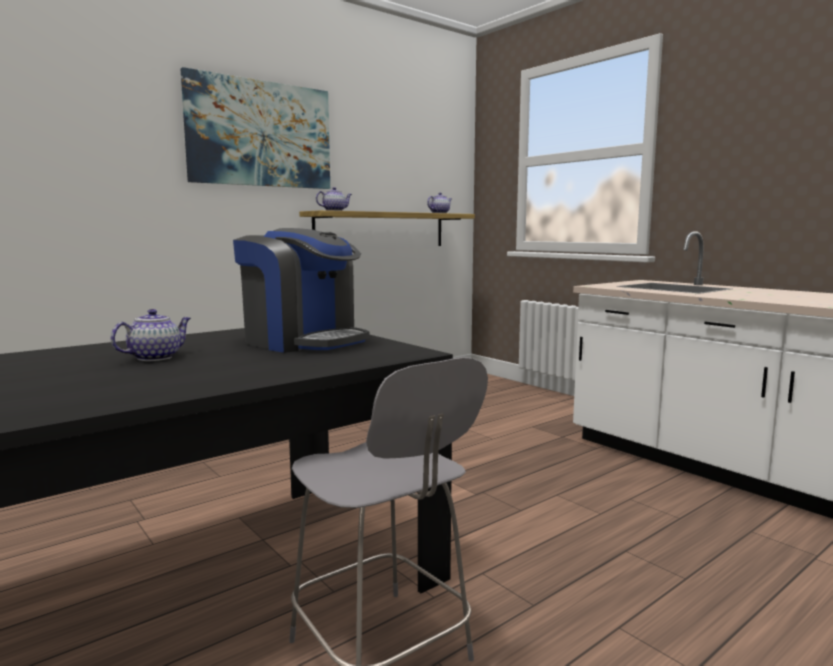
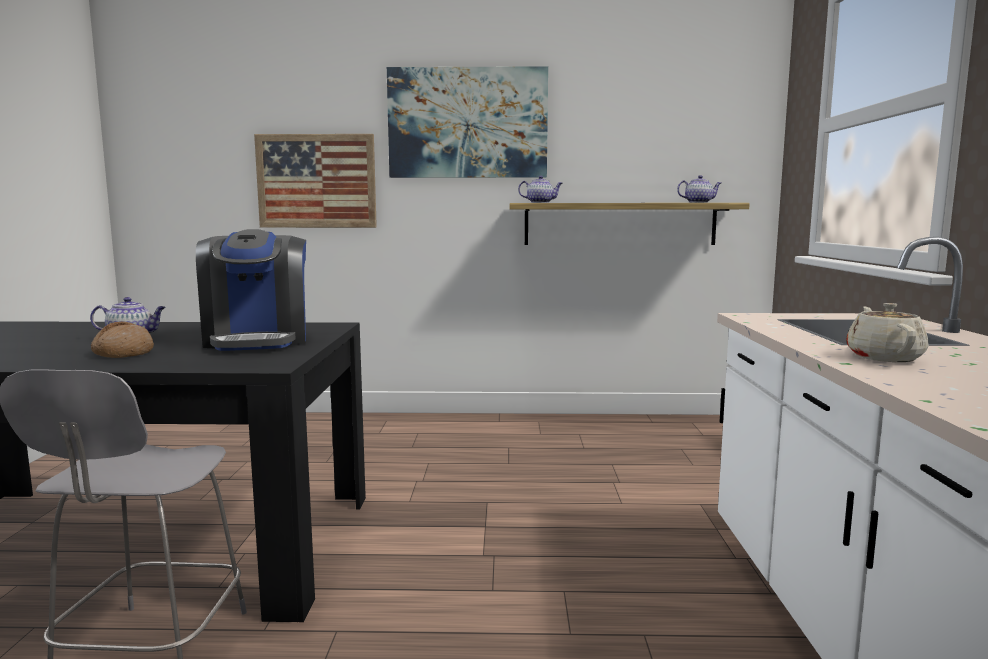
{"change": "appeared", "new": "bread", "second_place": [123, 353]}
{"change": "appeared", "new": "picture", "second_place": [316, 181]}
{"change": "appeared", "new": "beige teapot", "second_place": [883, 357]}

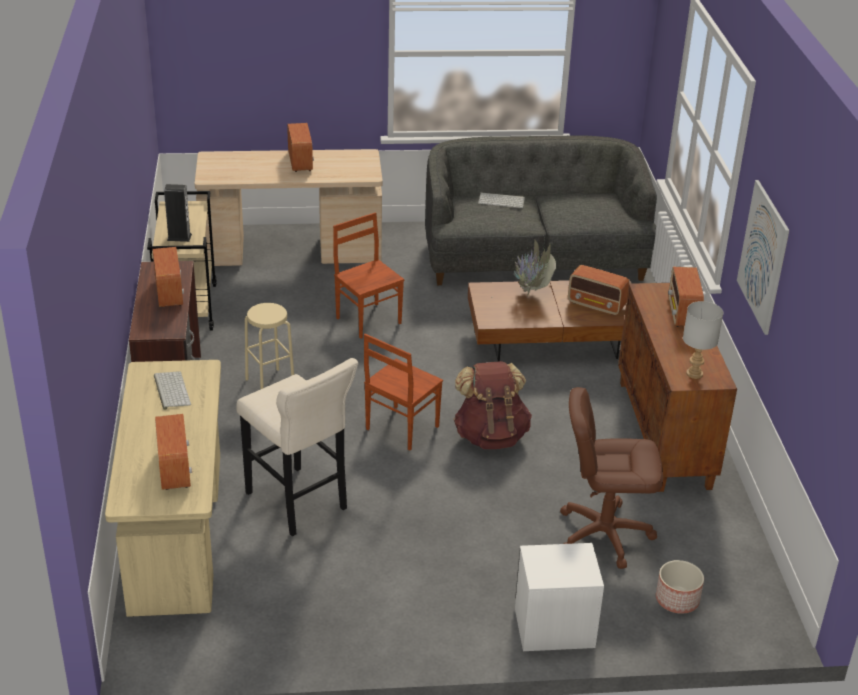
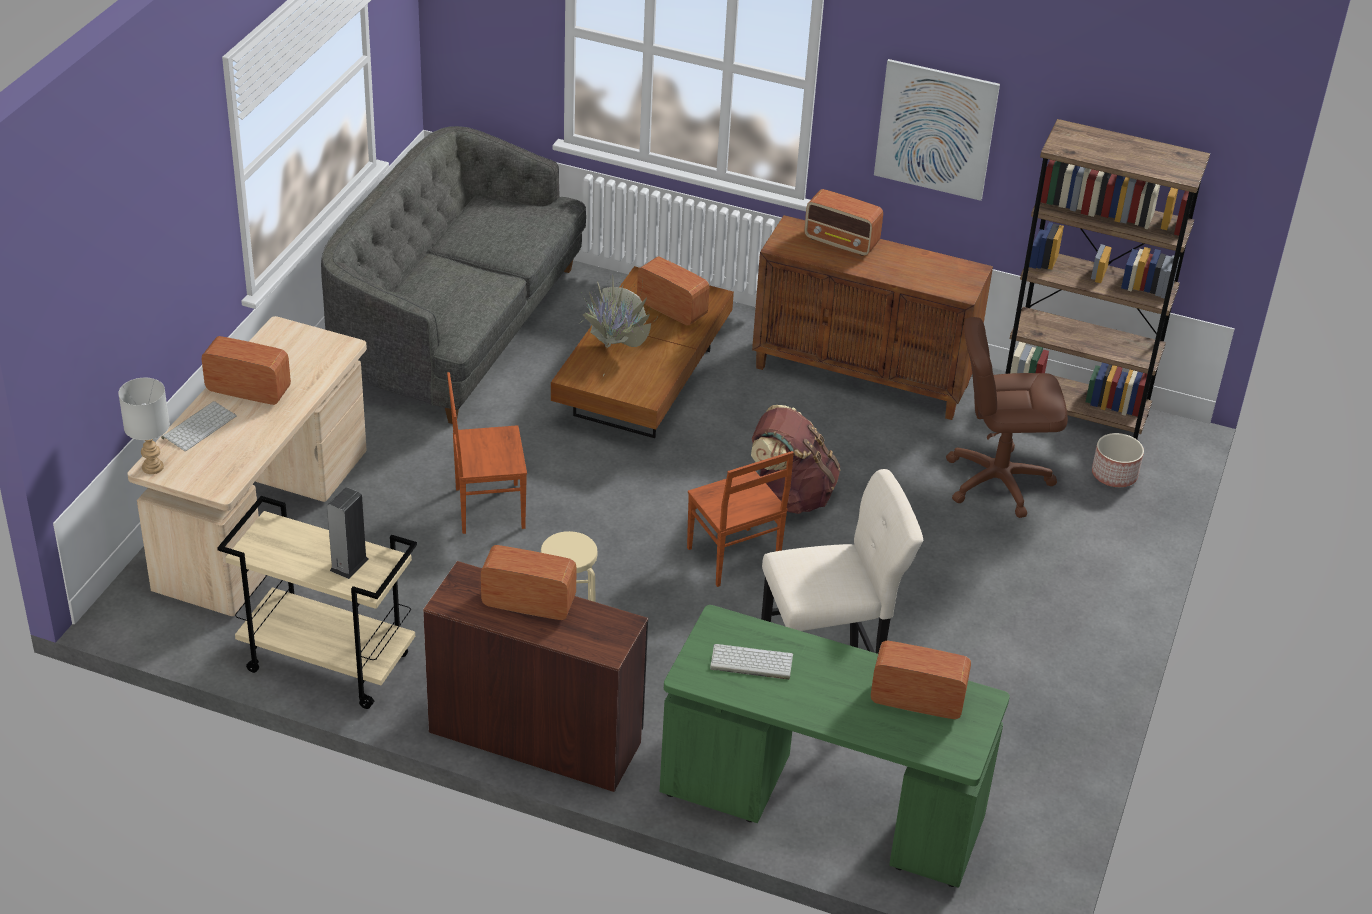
{"change": "relocated", "old": "grey table lamp", "first_place": [695, 374], "second_place": [153, 467]}
{"change": "relocated", "old": "keyboard", "first_place": [502, 200], "second_place": [199, 426]}
{"change": "spun", "old": "radio", "first_place": [597, 305], "second_place": [671, 309], "degrees": -105}
{"change": "colour", "old": "beige desk", "new": "green desk", "first_place": [176, 532], "second_place": [821, 807]}
{"change": "spun", "old": "brown office chair", "first_place": [604, 534], "second_place": [997, 481], "degrees": 60}
{"change": "appeared", "new": "brown bookcase", "second_place": [1072, 414]}
{"change": "missing", "old": "white nightstand", "first_place": [554, 627]}

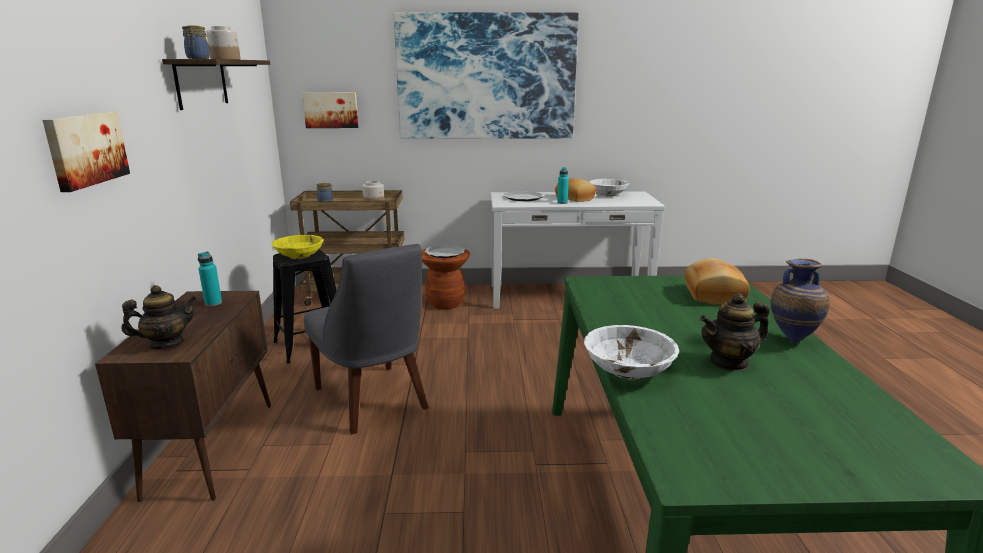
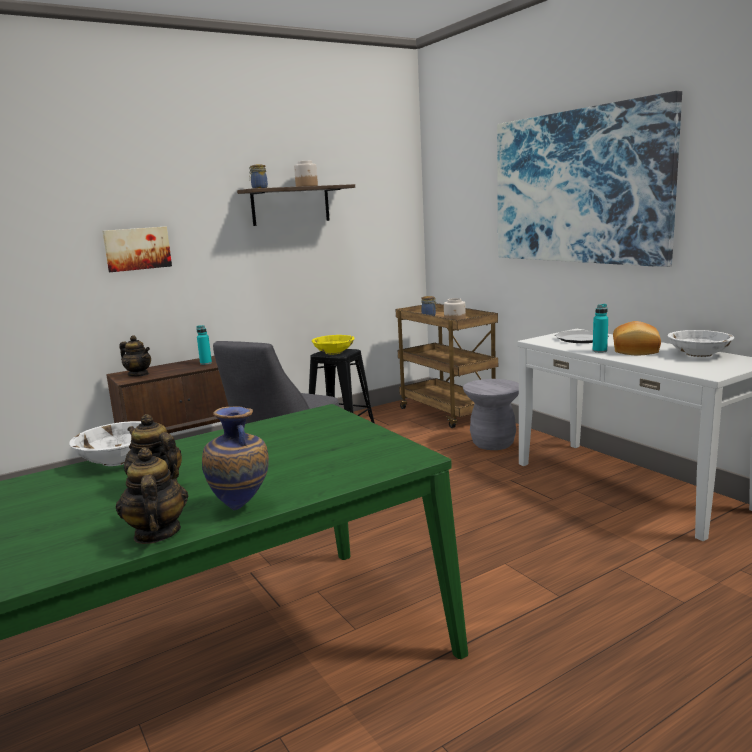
{"change": "appeared", "new": "teapot", "second_place": [156, 533]}
{"change": "colour", "old": "brown stool", "new": "grey stool", "first_place": [445, 303], "second_place": [492, 443]}
{"change": "missing", "old": "picture", "first_place": [331, 110]}
{"change": "missing", "old": "plate", "first_place": [444, 253]}
{"change": "missing", "old": "bread", "first_place": [712, 295]}

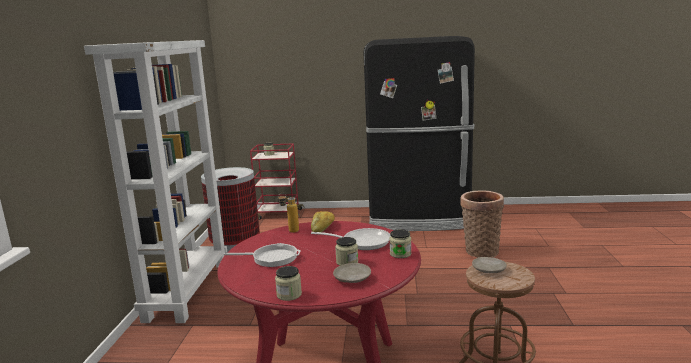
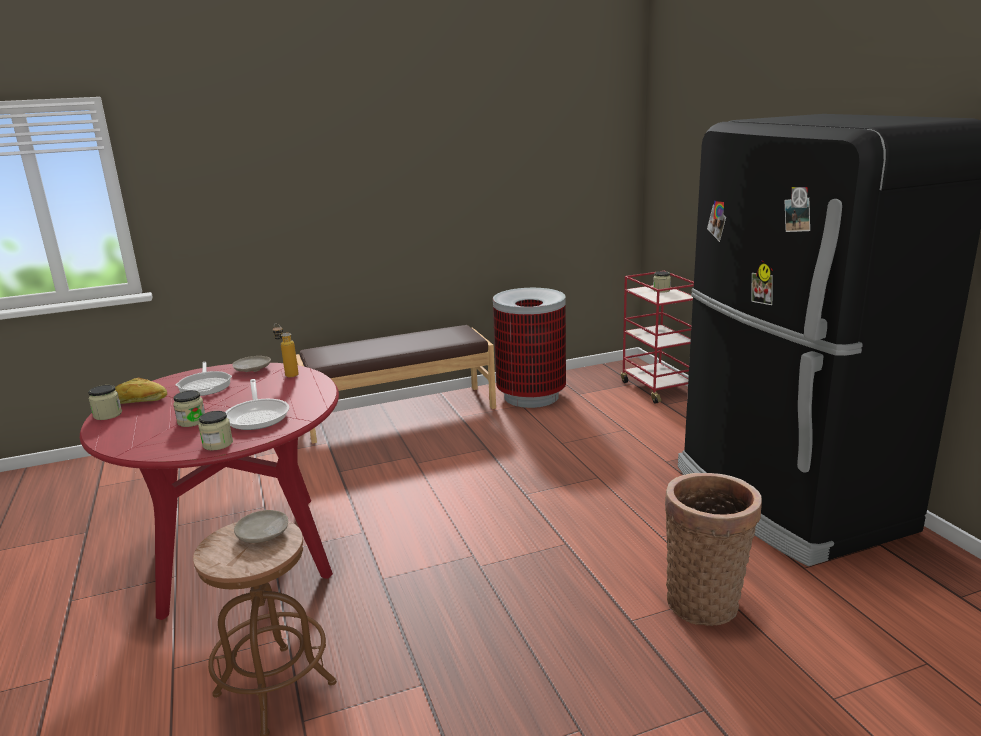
{"change": "relocated", "old": "bread", "first_place": [323, 228], "second_place": [139, 401]}
{"change": "relocated", "old": "beige plate", "first_place": [352, 279], "second_place": [252, 369]}
{"change": "exchanged", "old": "white bookcase", "new": "brown bench", "first_place": [187, 289], "second_place": [399, 413]}

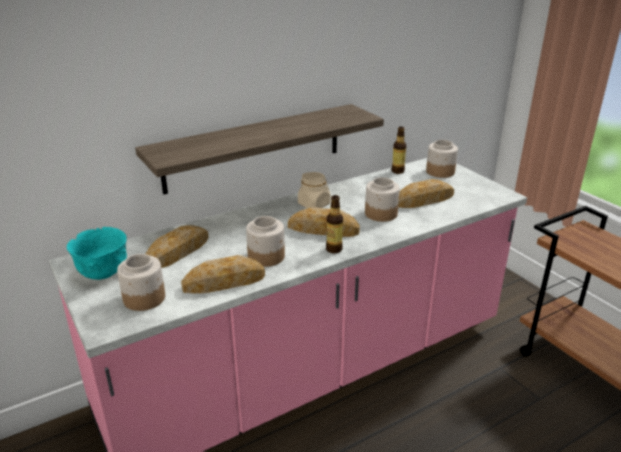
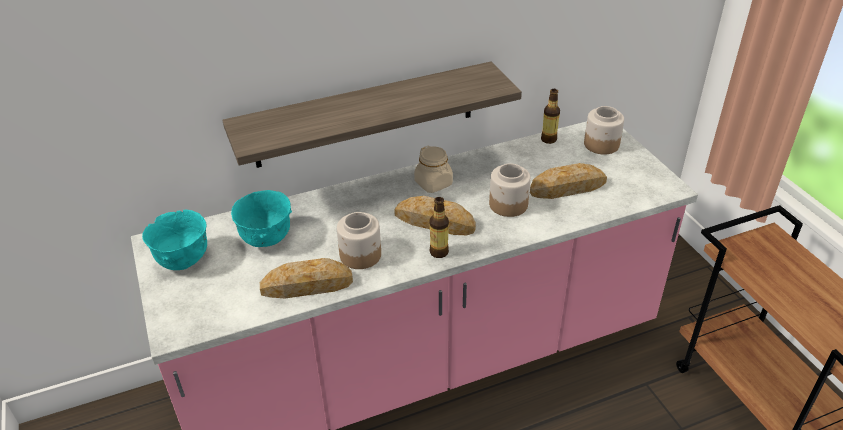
{"change": "exchanged", "old": "bread", "new": "turquoise bowl", "first_place": [178, 252], "second_place": [266, 239]}
{"change": "missing", "old": "jar", "first_place": [144, 298]}

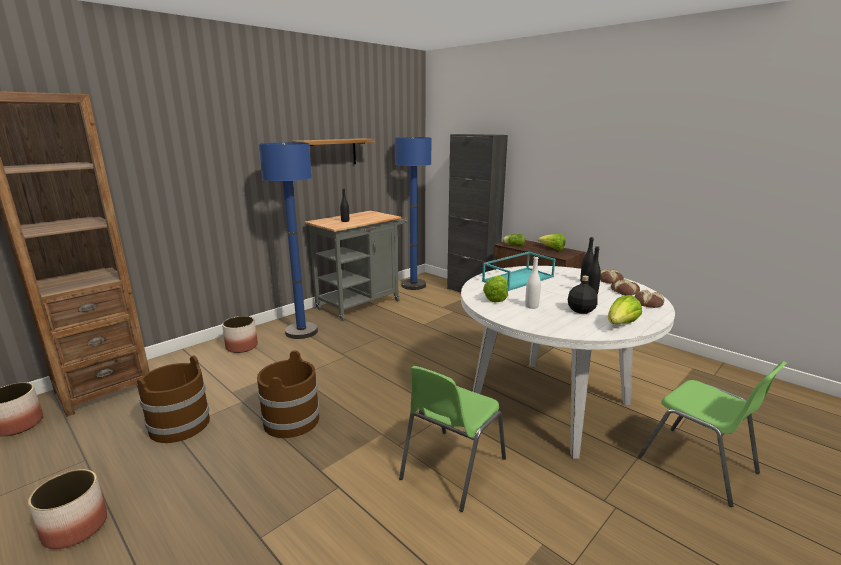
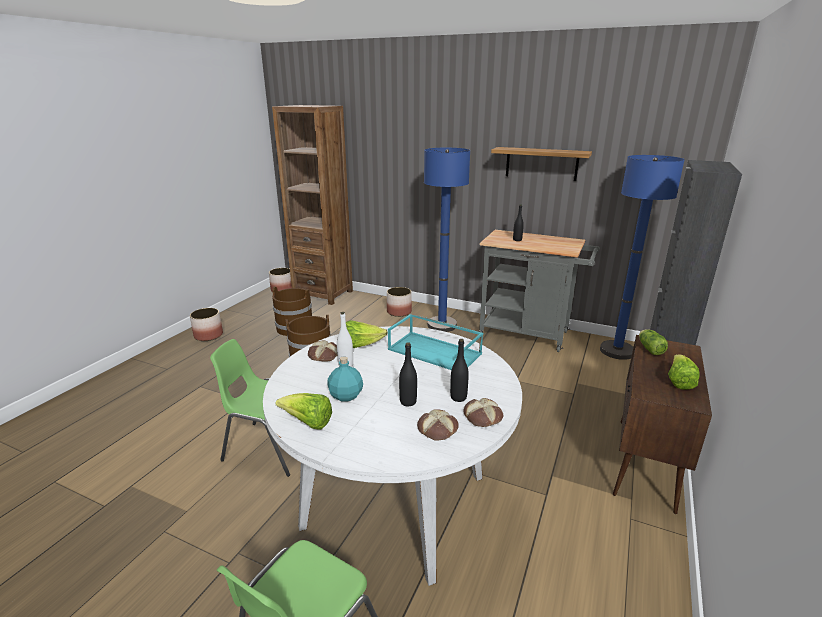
{"change": "relocated", "old": "bread", "first_place": [648, 303], "second_place": [323, 355]}
{"change": "colour", "old": "black bottle", "new": "turquoise bottle", "first_place": [581, 310], "second_place": [345, 396]}

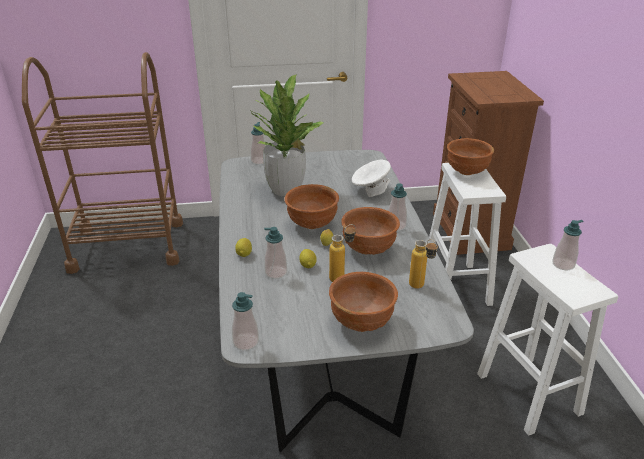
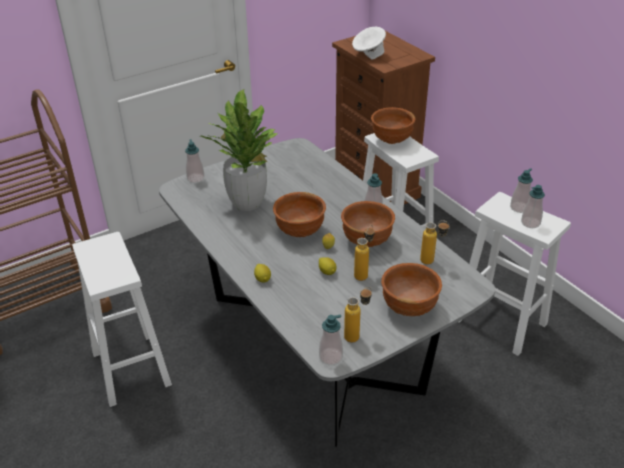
{"change": "appeared", "new": "white stool", "second_place": [130, 367]}
{"change": "appeared", "new": "bottle", "second_place": [357, 335]}
{"change": "relocated", "old": "white bowl", "first_place": [370, 190], "second_place": [368, 55]}
{"change": "relocated", "old": "soap dispenser", "first_place": [276, 272], "second_place": [530, 223]}

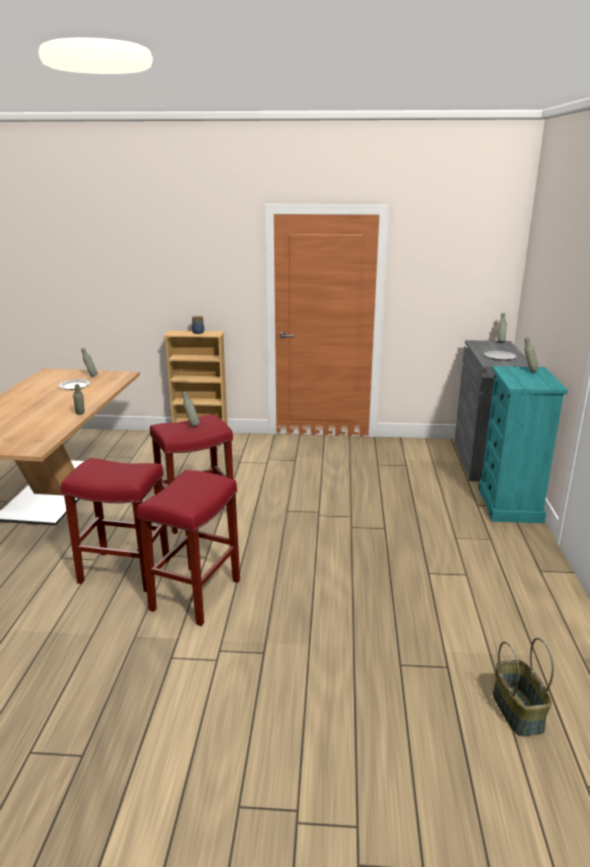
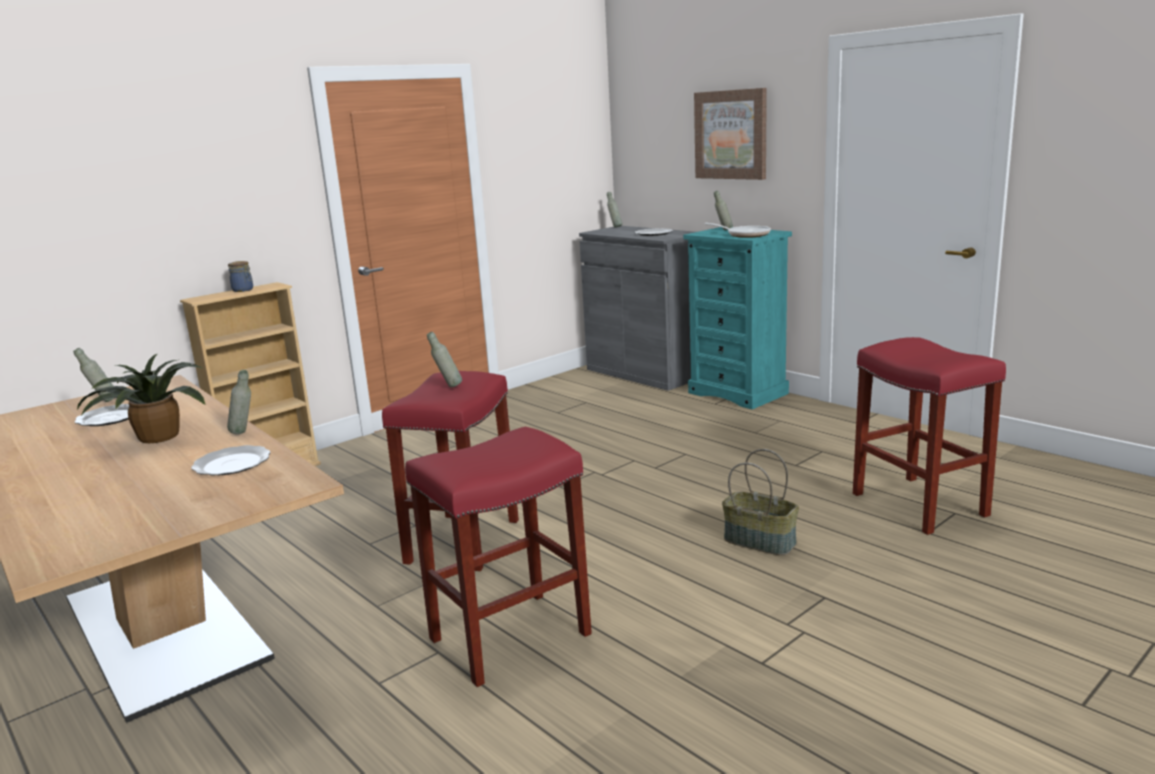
{"change": "appeared", "new": "potted plant", "second_place": [155, 438]}
{"change": "appeared", "new": "plate", "second_place": [233, 463]}
{"change": "appeared", "new": "picture", "second_place": [731, 134]}
{"change": "appeared", "new": "frying pan", "second_place": [745, 235]}
{"change": "relocated", "old": "basket", "first_place": [518, 711], "second_place": [760, 541]}
{"change": "relocated", "old": "red stool", "first_place": [195, 595], "second_place": [920, 505]}

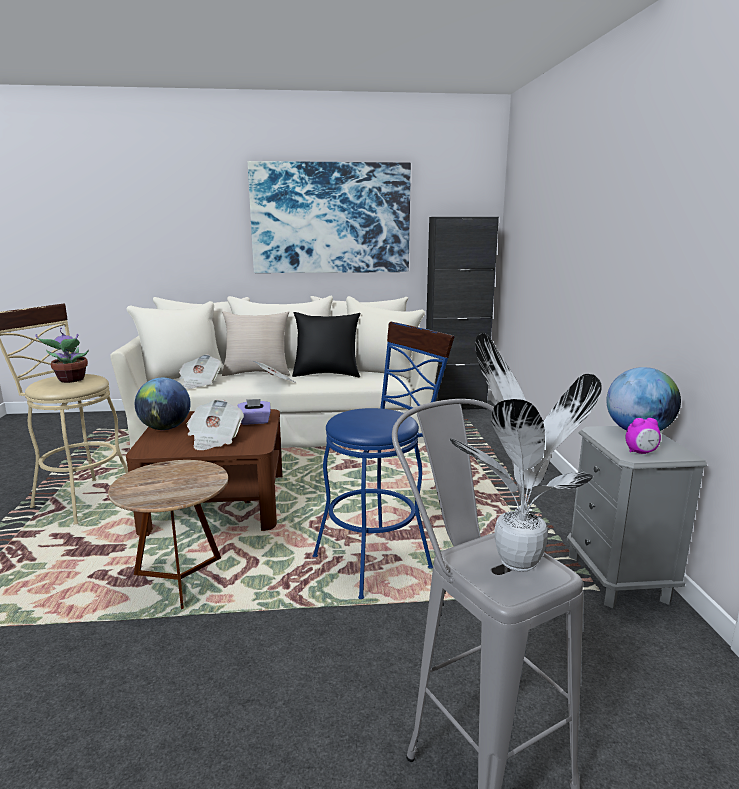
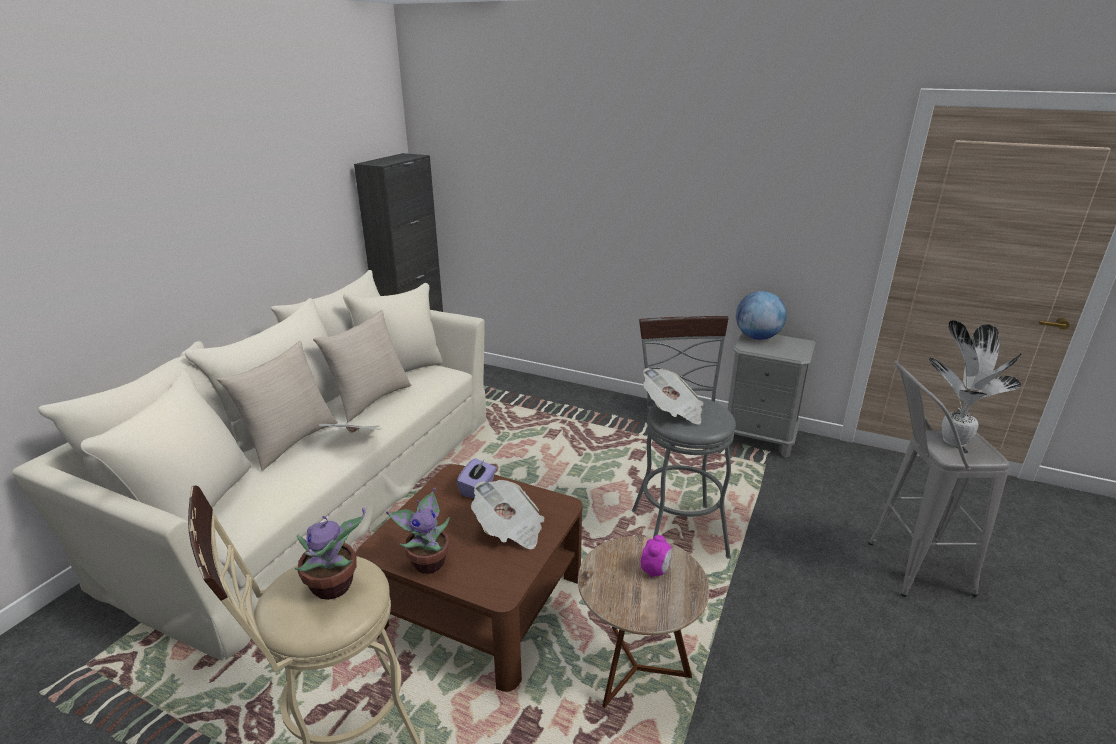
{"change": "colour", "old": "black pillow", "new": "beige pillow", "first_place": [327, 374], "second_place": [371, 400]}
{"change": "exchanged", "old": "globe", "new": "potted plant", "first_place": [165, 428], "second_place": [428, 561]}
{"change": "colour", "old": "blue stool", "new": "grey stool", "first_place": [380, 558], "second_place": [676, 527]}
{"change": "relocated", "old": "alarm clock", "first_place": [641, 452], "second_place": [655, 570]}
{"change": "relocated", "old": "newspaper", "first_place": [199, 383], "second_place": [673, 411]}
{"change": "missing", "old": "picture", "first_place": [331, 218]}

